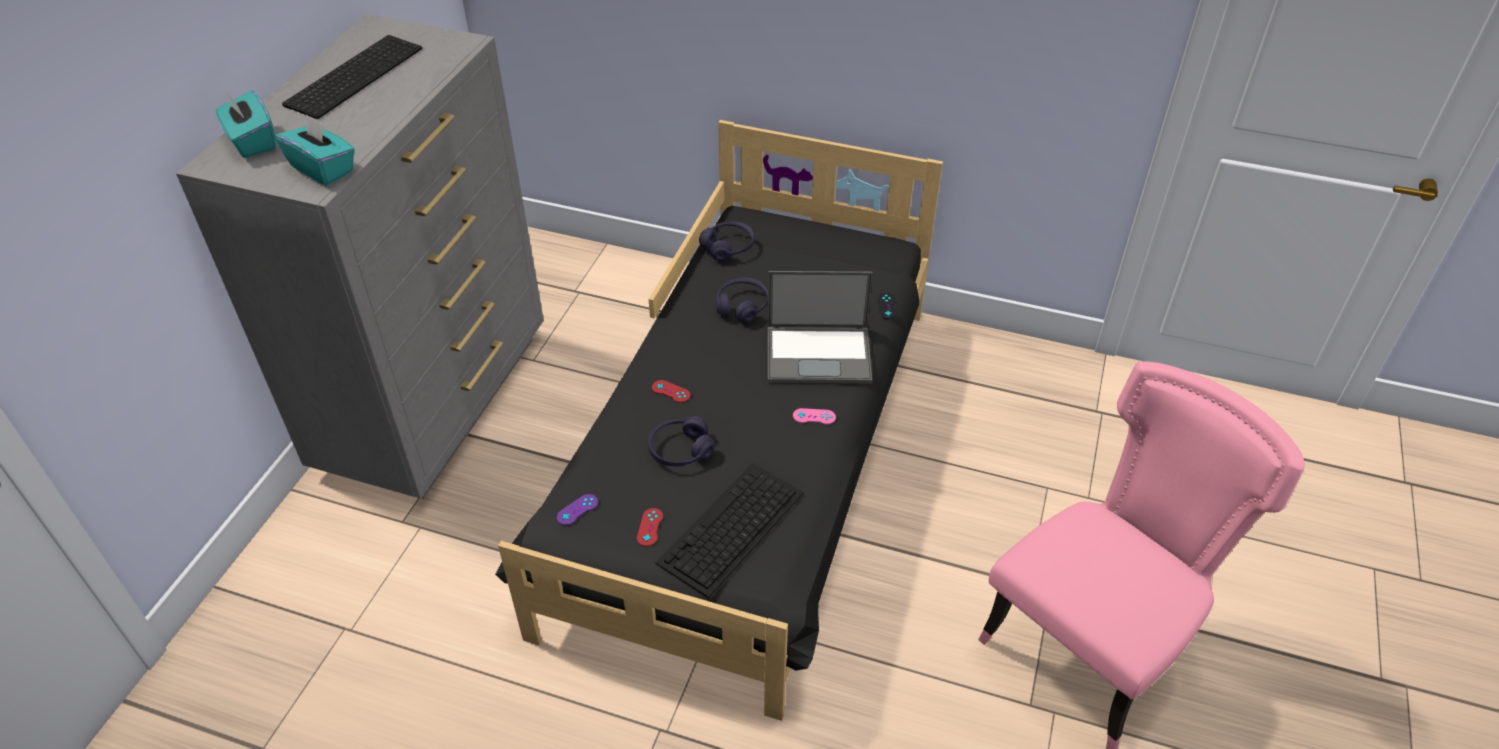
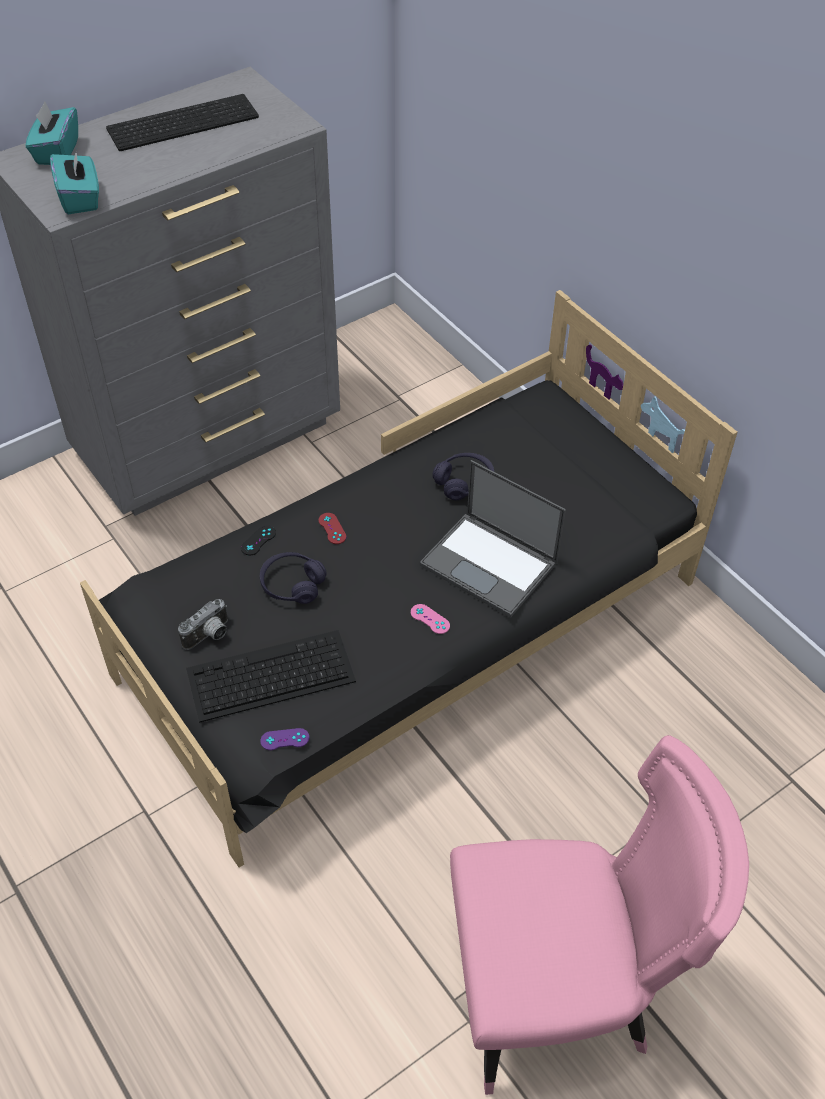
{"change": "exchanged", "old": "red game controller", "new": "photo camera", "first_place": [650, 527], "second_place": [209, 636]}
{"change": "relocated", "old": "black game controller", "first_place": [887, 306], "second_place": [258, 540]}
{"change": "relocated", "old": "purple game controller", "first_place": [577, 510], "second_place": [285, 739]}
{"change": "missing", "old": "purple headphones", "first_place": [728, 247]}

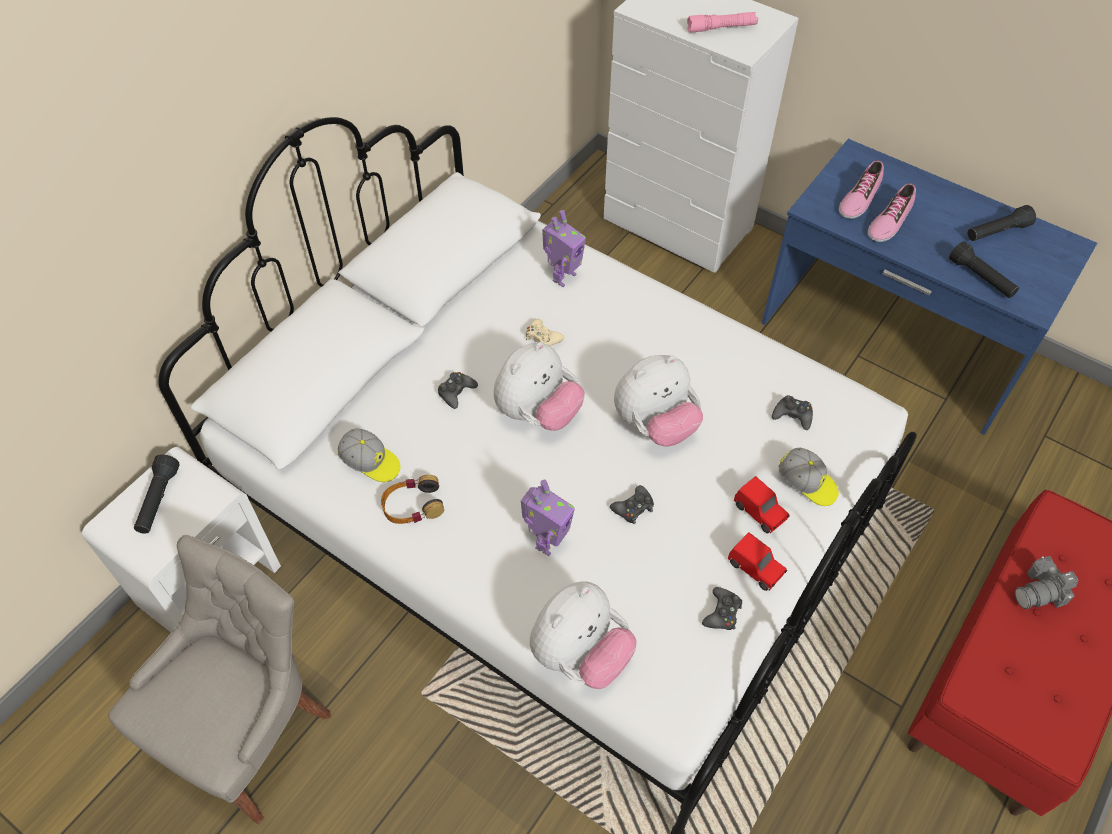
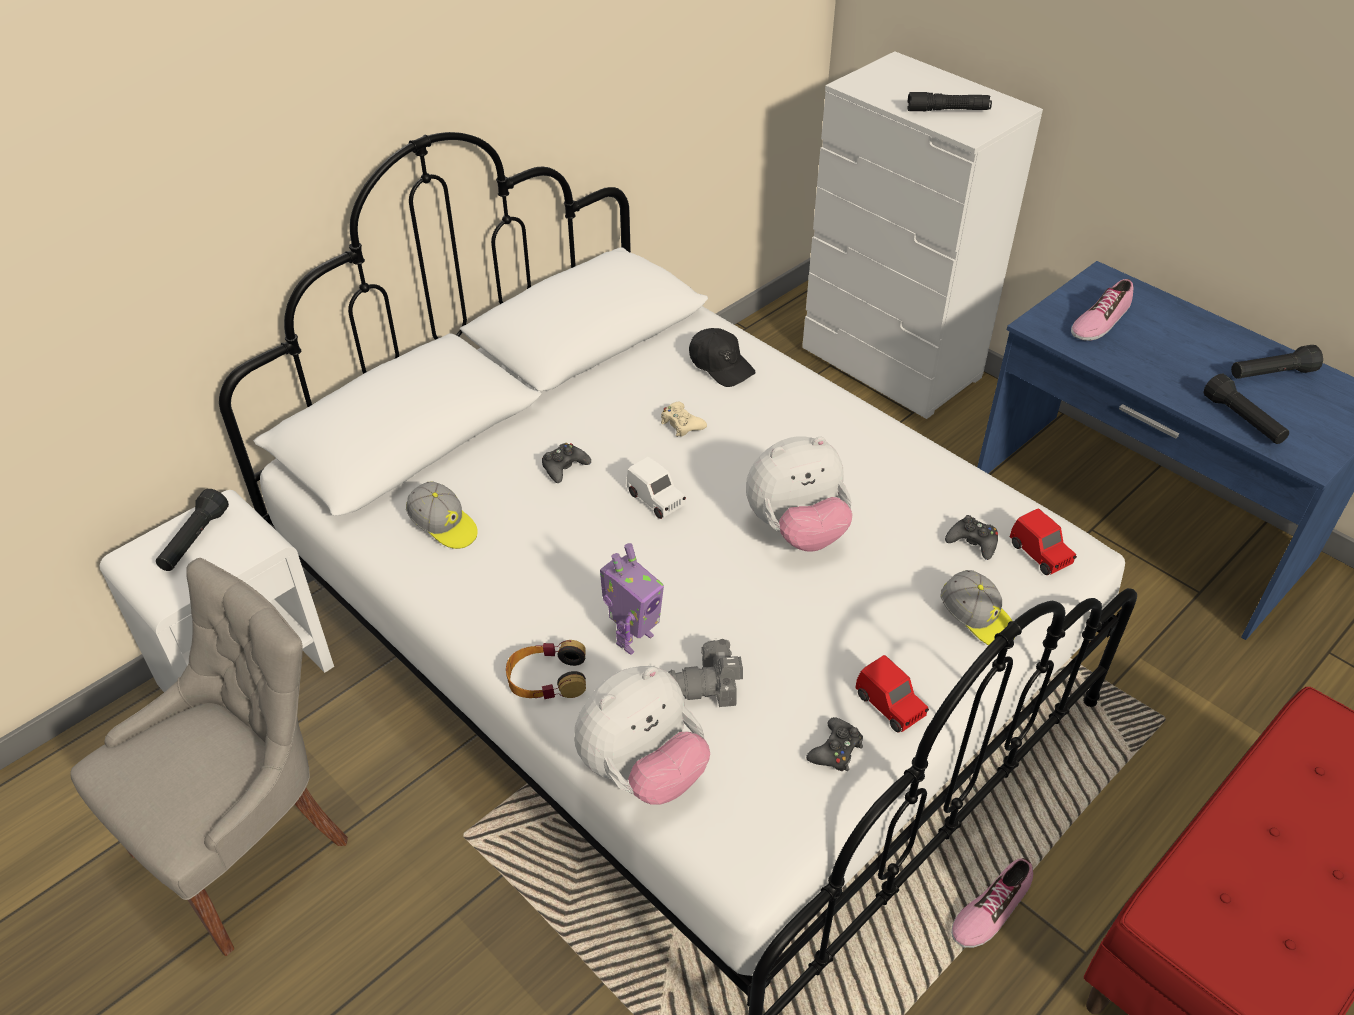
{"change": "relocated", "old": "headphones", "first_place": [412, 505], "second_place": [547, 678]}
{"change": "exchanged", "old": "plush toy", "new": "white toy car", "first_place": [538, 413], "second_place": [656, 500]}
{"change": "relocated", "old": "photo camera", "first_place": [1040, 592], "second_place": [709, 687]}
{"change": "exchanged", "old": "toy robot", "new": "black cap", "first_place": [563, 277], "second_place": [721, 365]}
{"change": "colour", "old": "pink flashlight", "new": "black flashlight", "first_place": [721, 28], "second_place": [948, 110]}
{"change": "relocated", "old": "shoe", "first_place": [889, 220], "second_place": [990, 908]}
{"change": "relocated", "old": "red toy car", "first_place": [760, 512], "second_place": [1040, 554]}
{"change": "missing", "old": "black game controller", "first_place": [633, 508]}

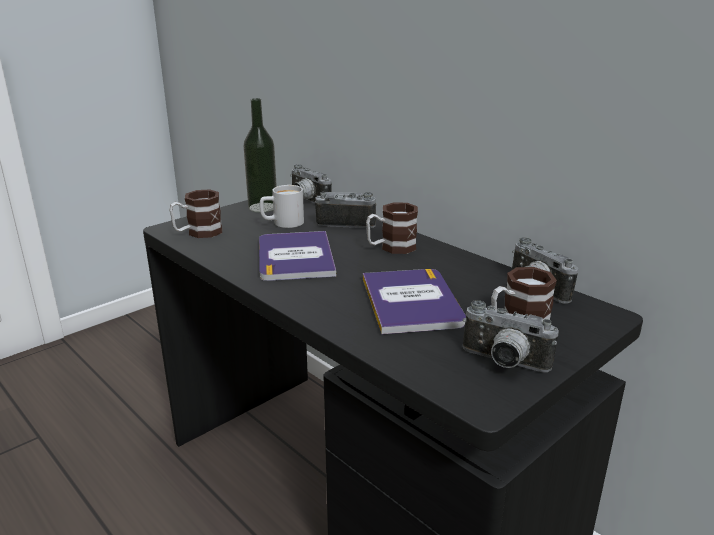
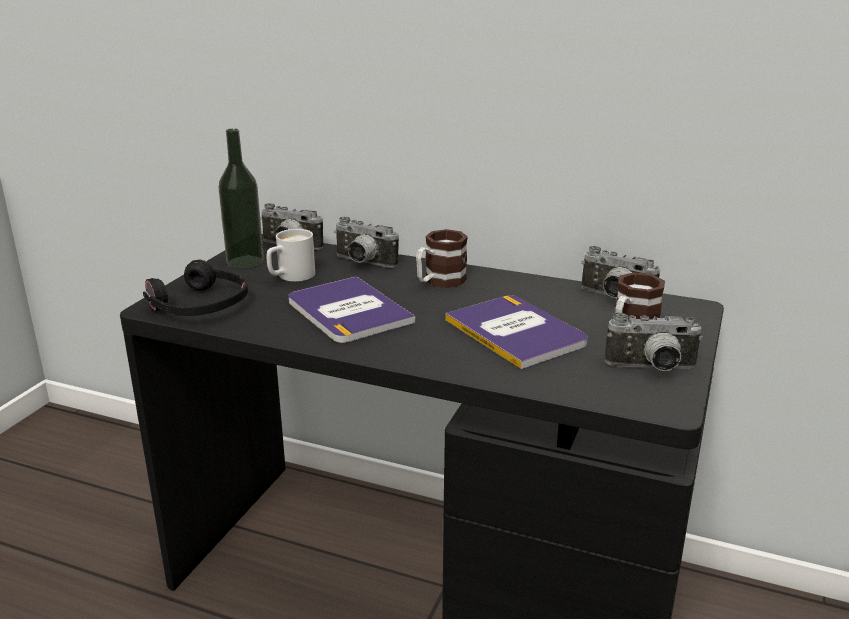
{"change": "exchanged", "old": "mug", "new": "black headphones", "first_place": [198, 233], "second_place": [200, 306]}
{"change": "spun", "old": "photo camera", "first_place": [346, 222], "second_place": [362, 263], "degrees": -135}

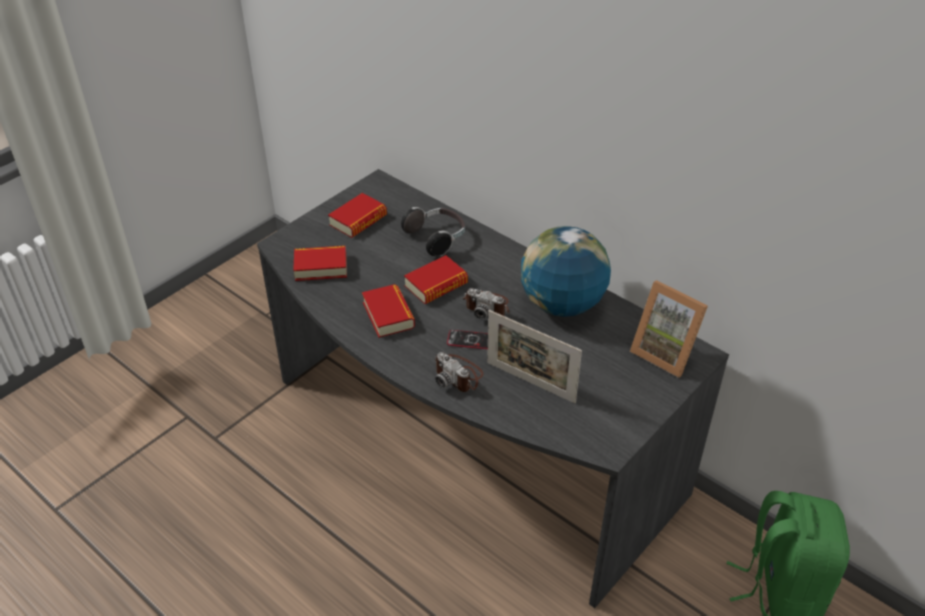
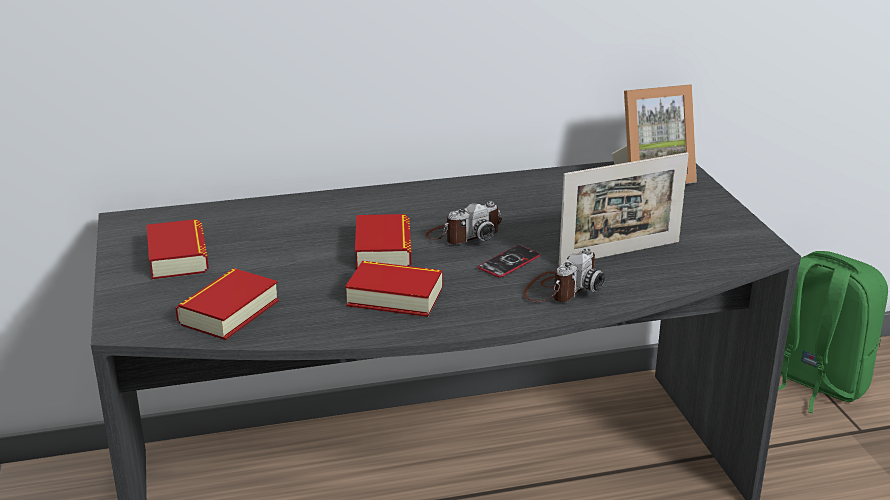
{"change": "spun", "old": "photo camera", "first_place": [458, 375], "second_place": [560, 289], "degrees": -45}
{"change": "missing", "old": "headphones", "first_place": [437, 238]}
{"change": "missing", "old": "globe", "first_place": [562, 304]}

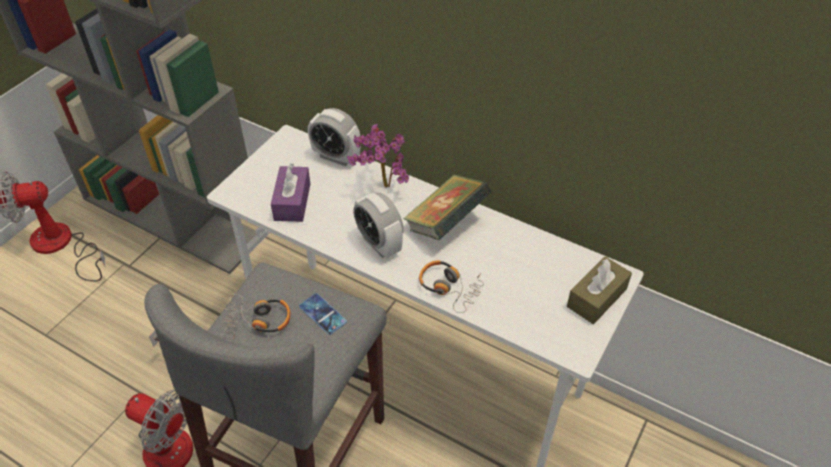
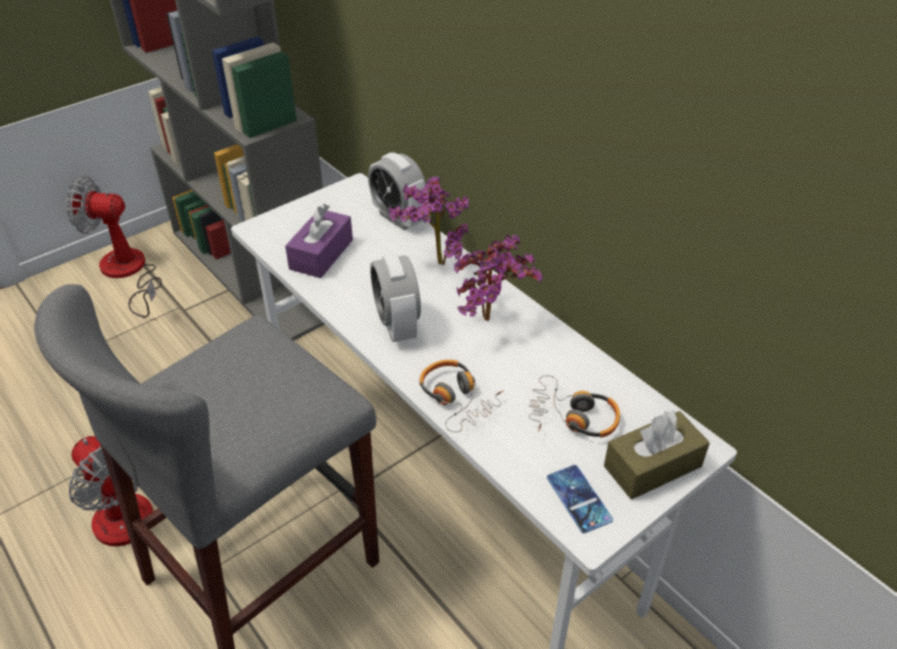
{"change": "exchanged", "old": "book", "new": "potted plant", "first_place": [446, 223], "second_place": [492, 322]}
{"change": "relocated", "old": "headphones", "first_place": [258, 320], "second_place": [572, 417]}
{"change": "relocated", "old": "phone", "first_place": [322, 314], "second_place": [579, 499]}

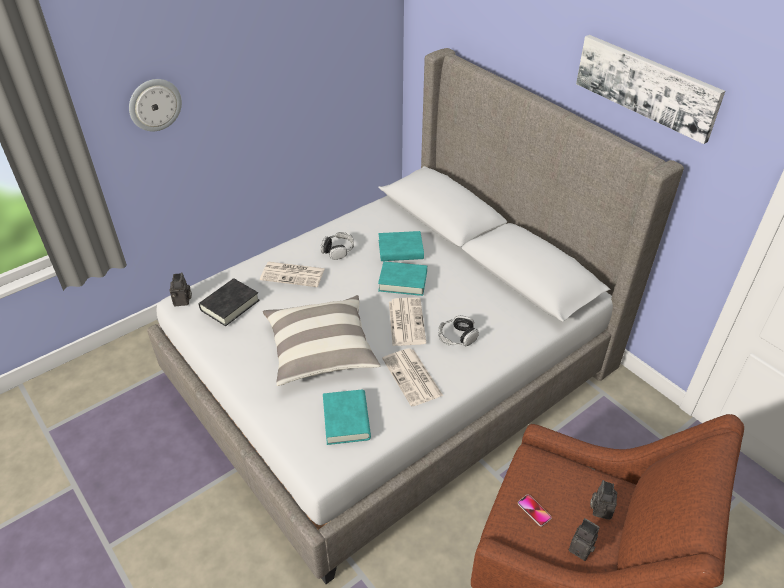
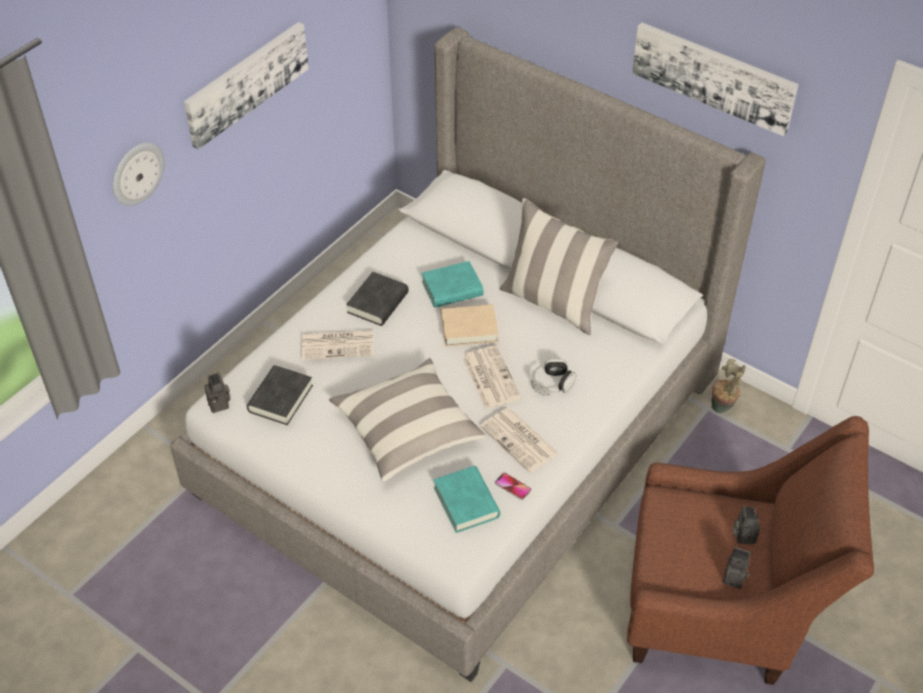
{"change": "appeared", "new": "picture", "second_place": [246, 83]}
{"change": "exchanged", "old": "headphones", "new": "black book", "first_place": [338, 250], "second_place": [378, 303]}
{"change": "colour", "old": "turquoise book", "new": "beige book", "first_place": [403, 281], "second_place": [469, 329]}
{"change": "relocated", "old": "phone", "first_place": [534, 510], "second_place": [513, 487]}
{"change": "appeared", "new": "pillow", "second_place": [553, 302]}
{"change": "appeared", "new": "potted plant", "second_place": [723, 407]}

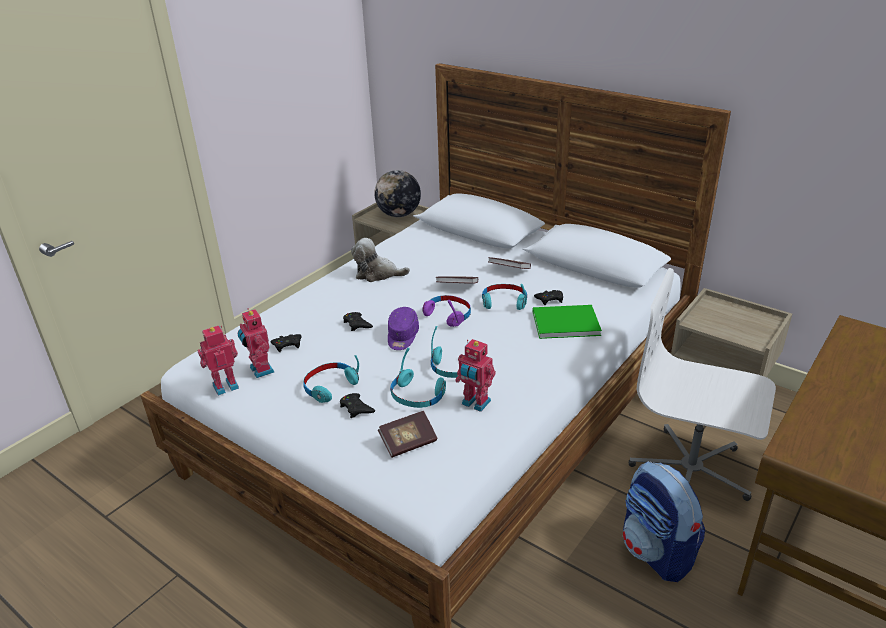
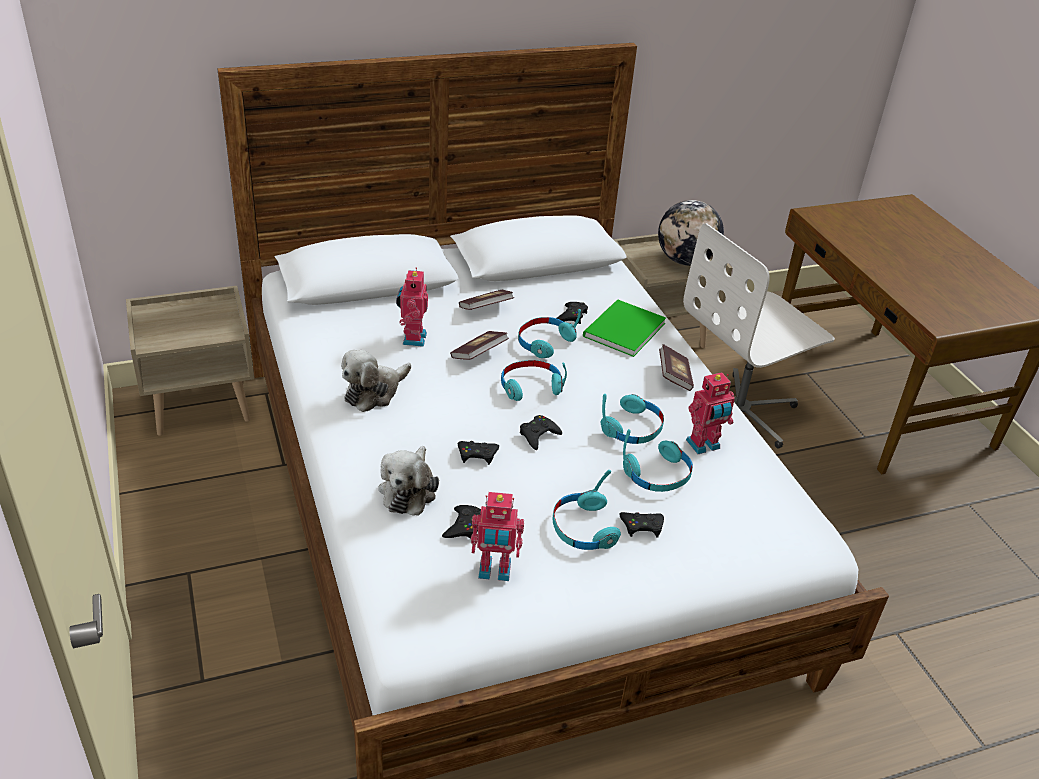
{"change": "appeared", "new": "plush toy", "second_place": [409, 490]}
{"change": "relocated", "old": "toy robot", "first_place": [225, 385], "second_place": [412, 338]}
{"change": "colour", "old": "purple headphones", "new": "turquoise headphones", "first_place": [448, 315], "second_place": [530, 386]}
{"change": "exchanged", "old": "purple cap", "new": "black game controller", "first_place": [402, 336], "second_place": [538, 435]}
{"change": "relocated", "old": "globe", "first_place": [399, 215], "second_place": [685, 261]}
{"change": "relocated", "old": "book", "first_place": [408, 442], "second_place": [674, 377]}
{"change": "missing", "old": "backpack", "first_place": [657, 552]}

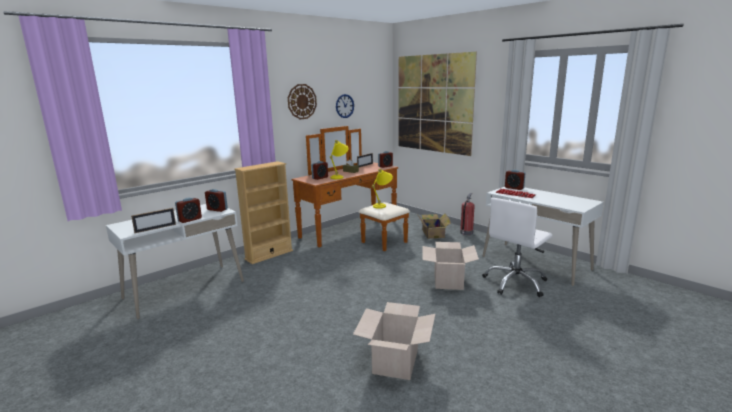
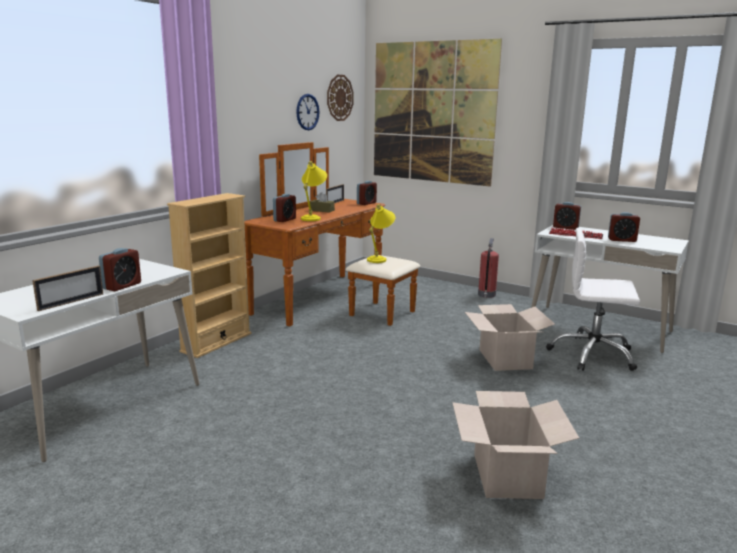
{"change": "relocated", "old": "wall clock", "first_place": [302, 101], "second_place": [339, 98]}
{"change": "spun", "old": "white office chair", "first_place": [515, 283], "second_place": [592, 355], "degrees": 75}
{"change": "relocated", "old": "alarm clock", "first_place": [217, 209], "second_place": [622, 240]}
{"change": "missing", "old": "cardboard box", "first_place": [433, 233]}

